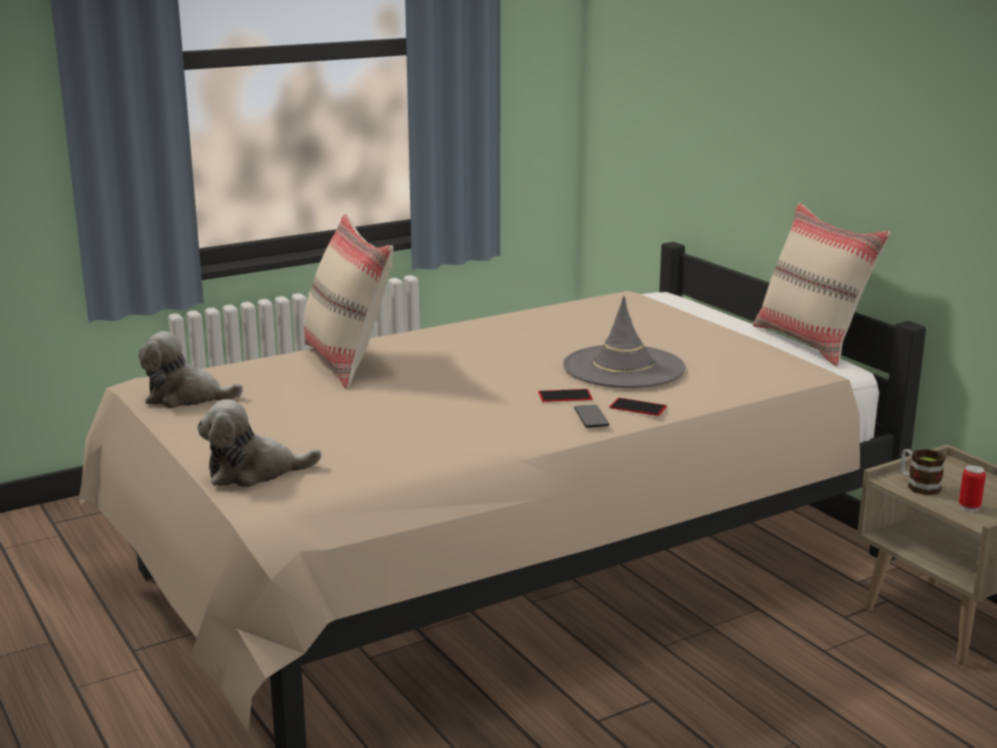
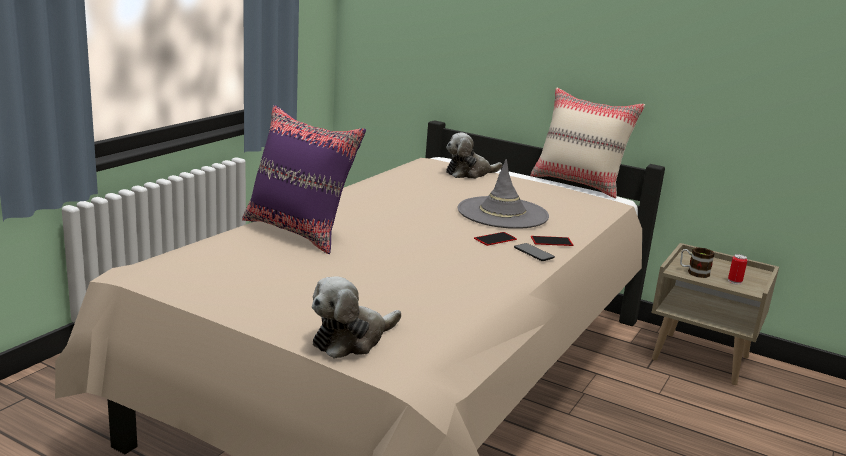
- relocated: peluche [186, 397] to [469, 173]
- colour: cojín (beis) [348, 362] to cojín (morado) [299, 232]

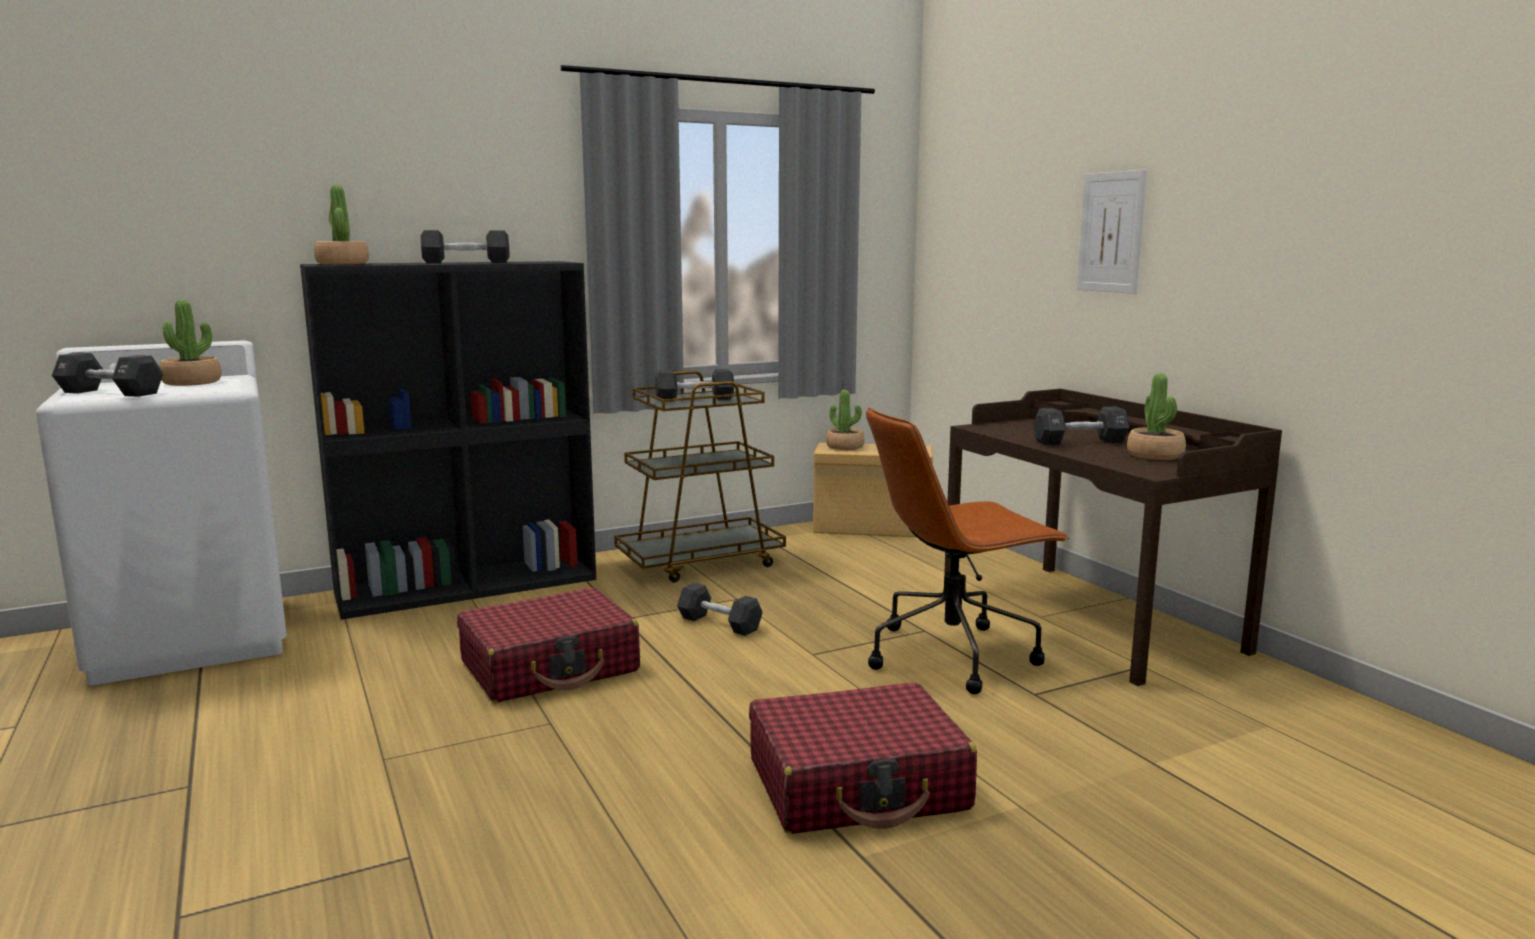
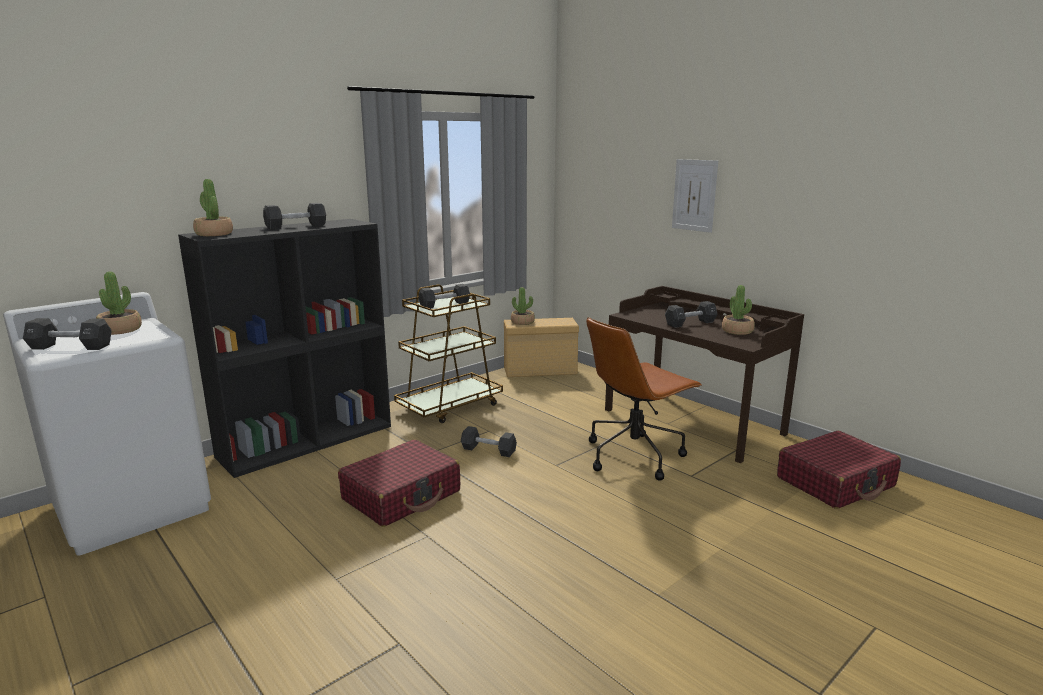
- relocated: maleta (rojo) [858, 785] to [835, 482]

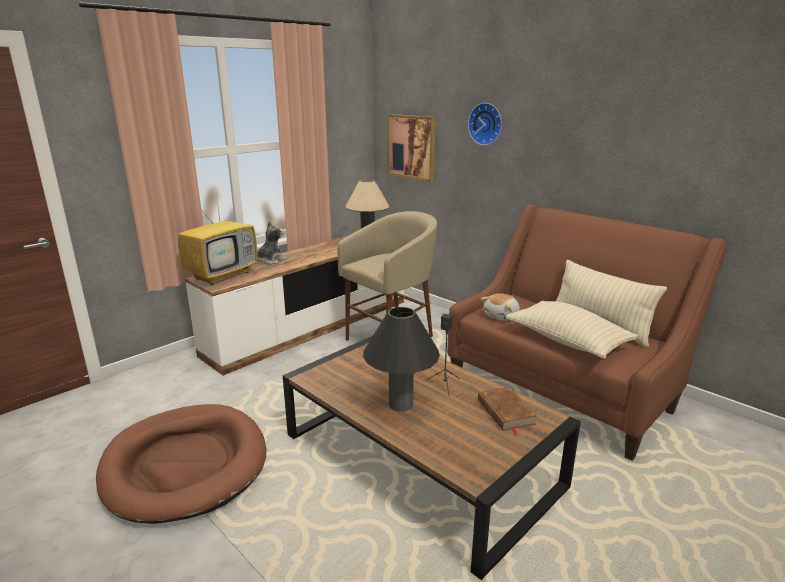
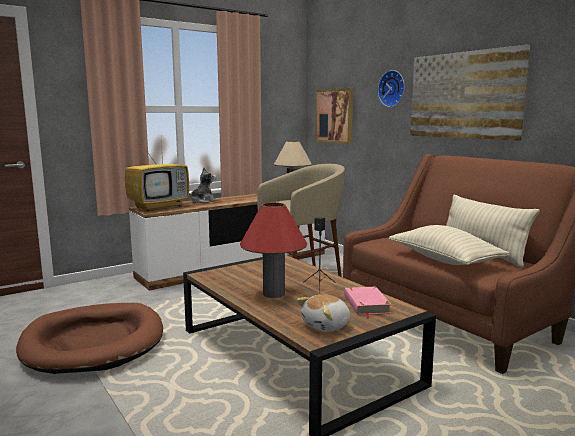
- colour: lámpara de mesa (negro) [401, 404] to lámpara de mesa (rojo) [274, 294]
- colour: libro (marrón) [505, 412] to libro (rosa) [366, 304]
- relocated: peluche [502, 316] to [327, 326]
- appeared: cuadro [464, 95]

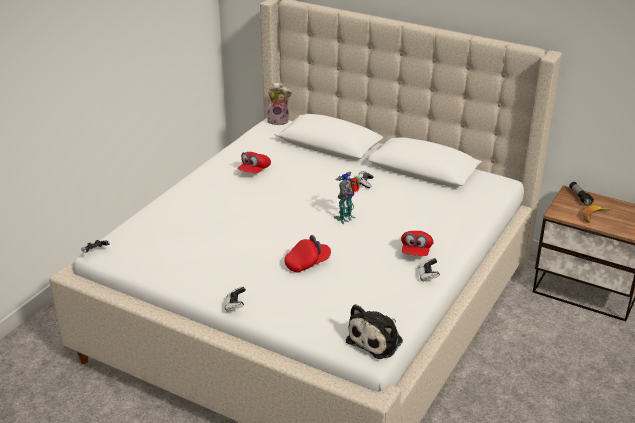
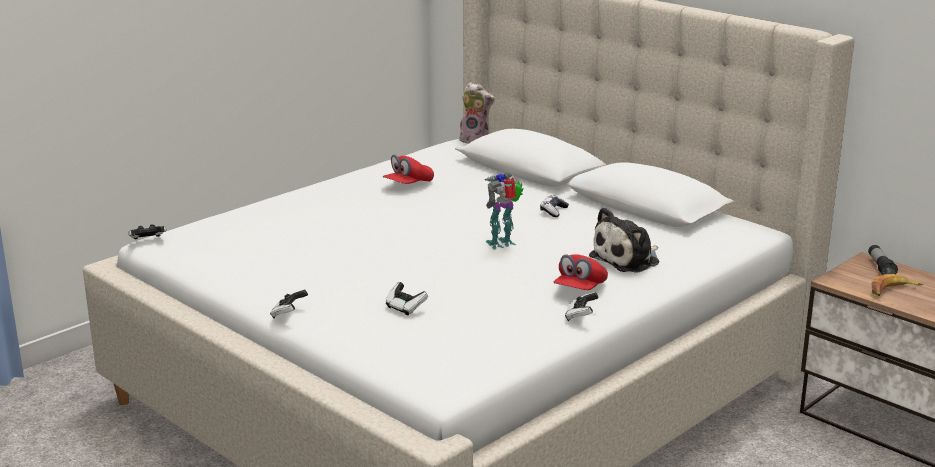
- missing: gorra (rojo) [307, 263]
- relocated: peluche [377, 340] to [628, 259]
- appeared: mando de consola [405, 308]

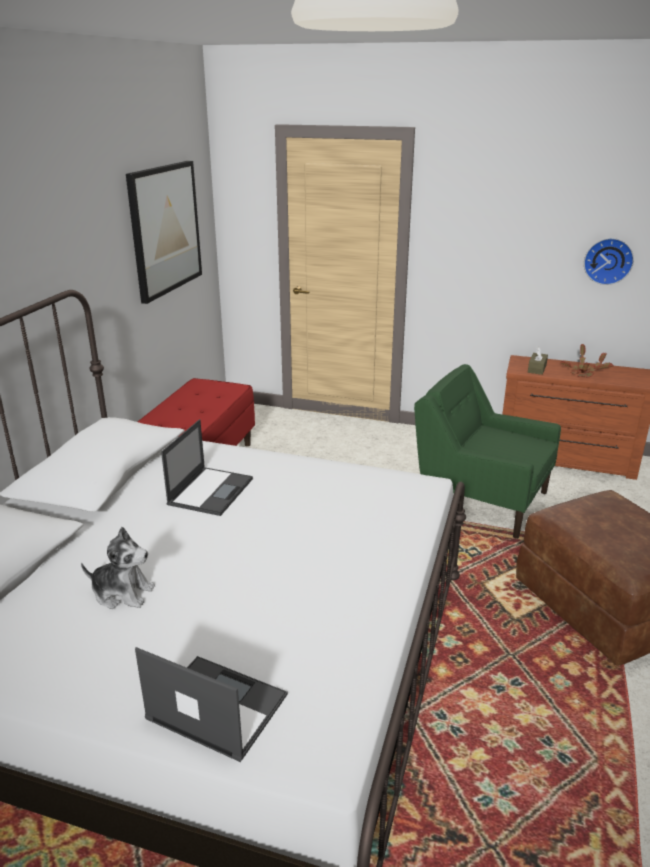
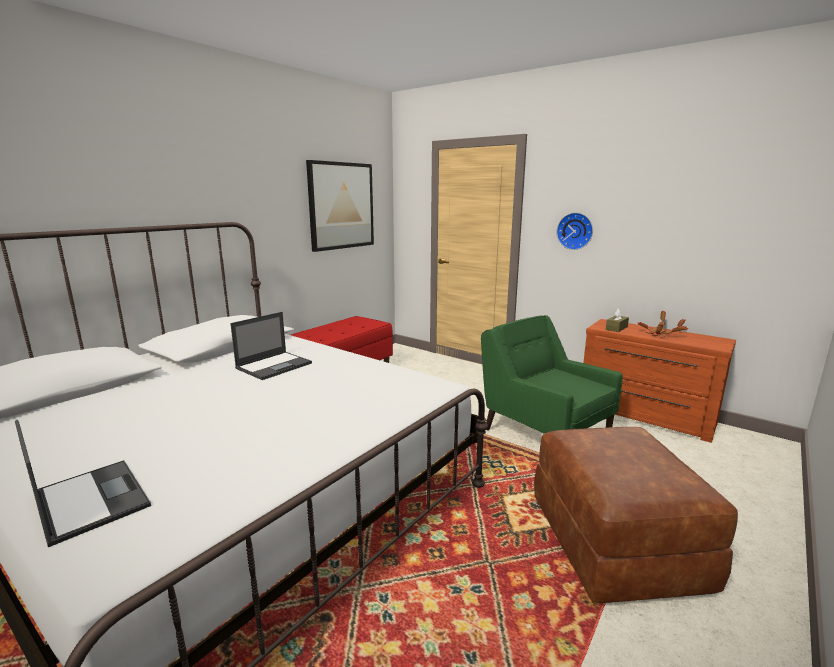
- missing: peluche [122, 593]
- relocated: reloj de pared [608, 260] to [575, 231]

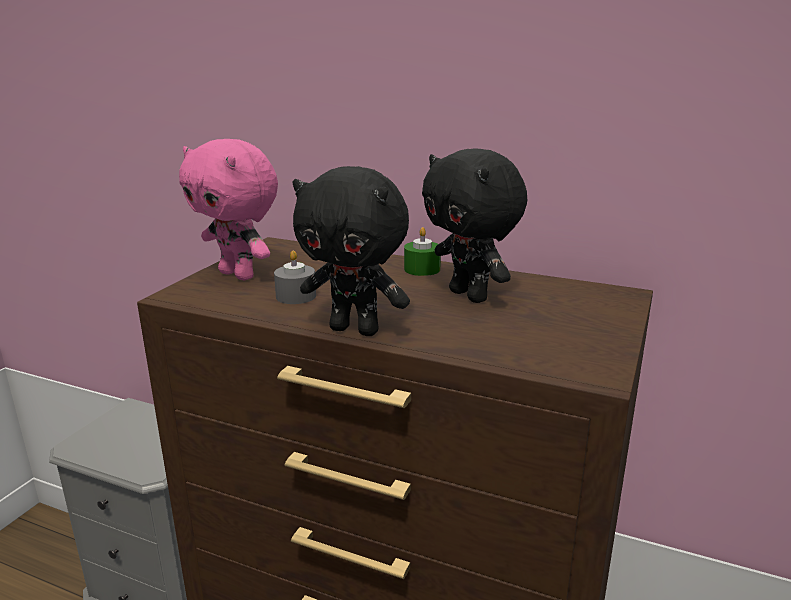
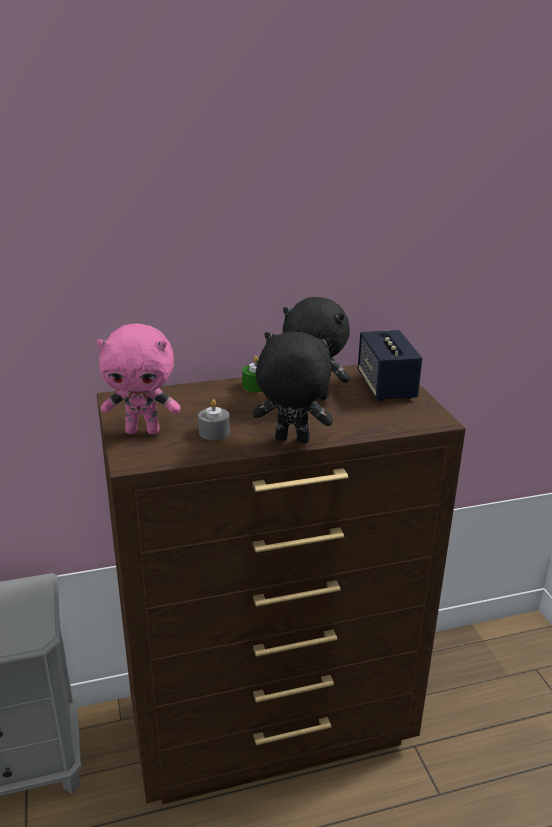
- spun: peluche (negro) [356, 329] = [291, 441] 150 degrees counterclockwise
- appeared: altavoz [386, 387]

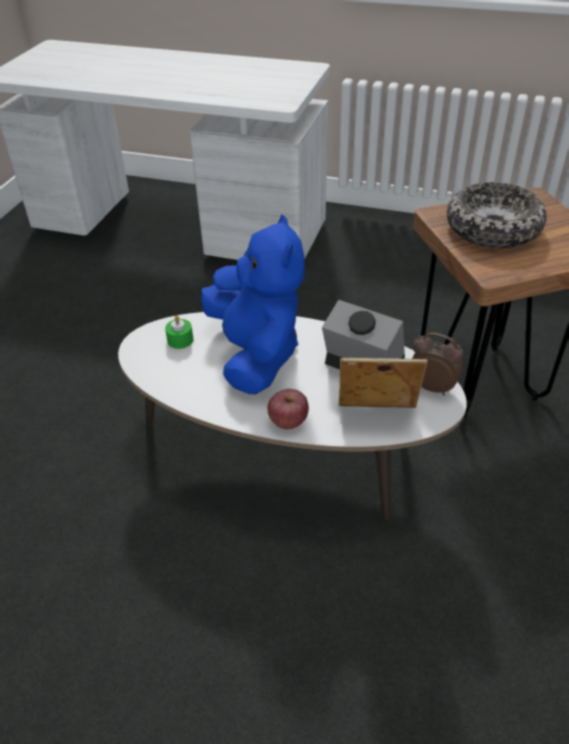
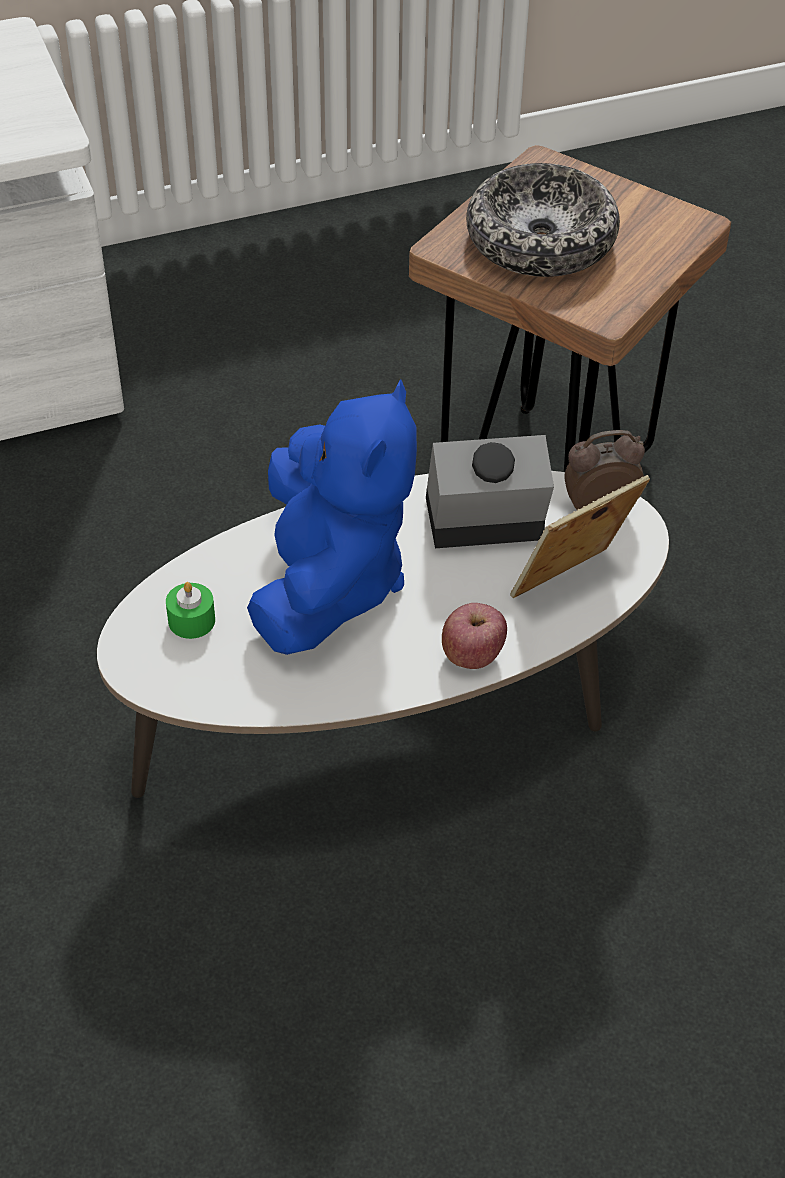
- spun: peluche (azul) [256, 355] = [328, 584] 60 degrees clockwise

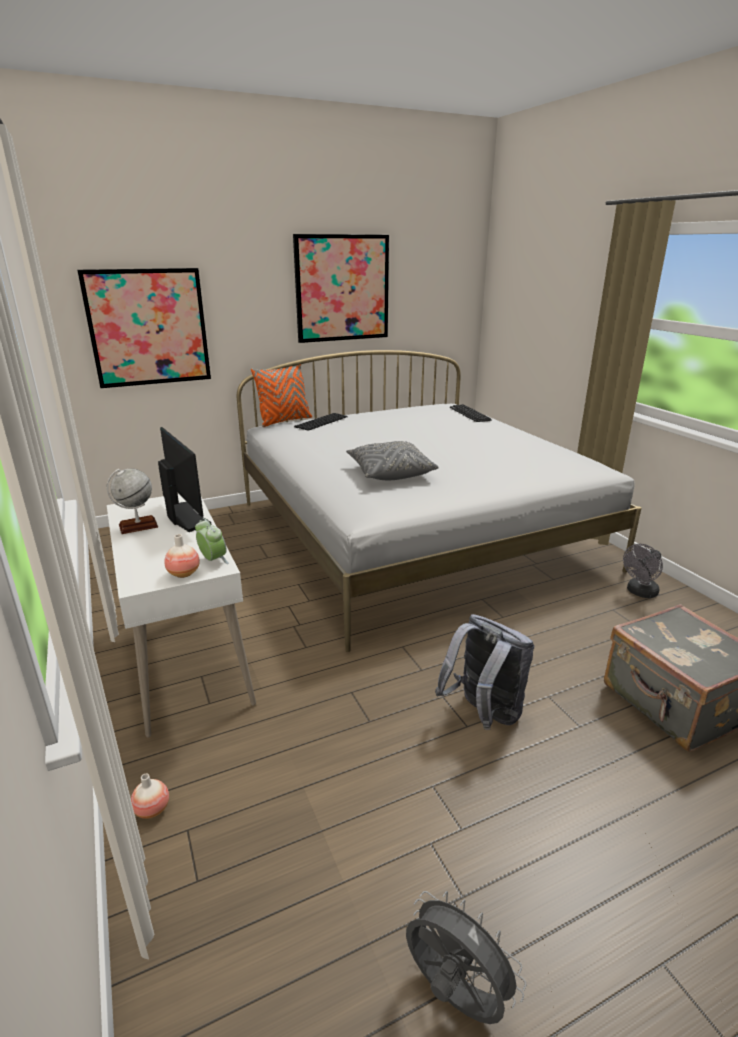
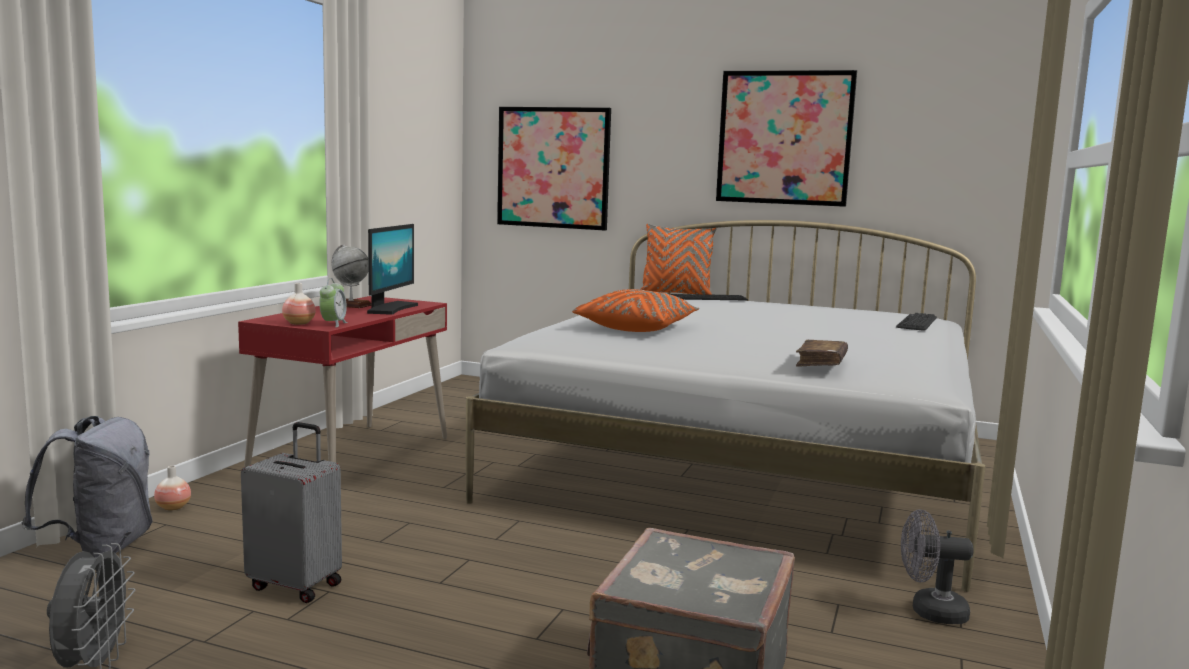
- colour: escritorio (blanco) [185, 659] to escritorio (rojo) [352, 457]
- colour: cojín (gris) [389, 473] to cojín (naranja) [636, 328]
- relocated: mochila (gris) [483, 714] to [100, 550]
- appeared: maleta (gris) [296, 585]
- appeared: libro (marrón) [821, 362]

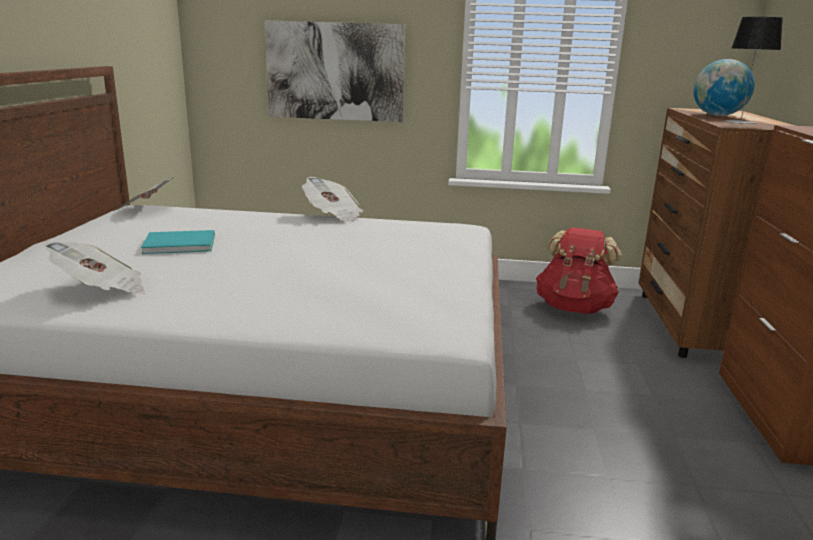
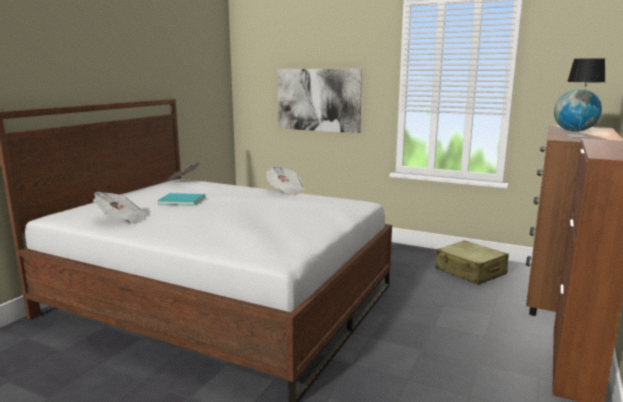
- exchanged: mochila (rojo) [574, 308] to maleta (beis) [470, 272]

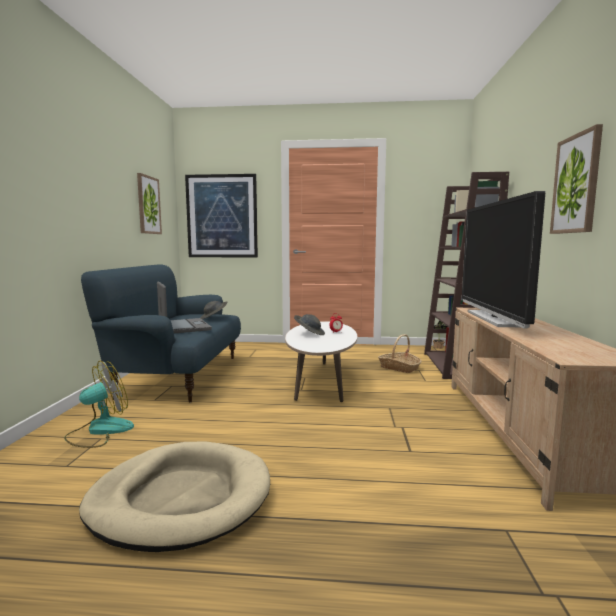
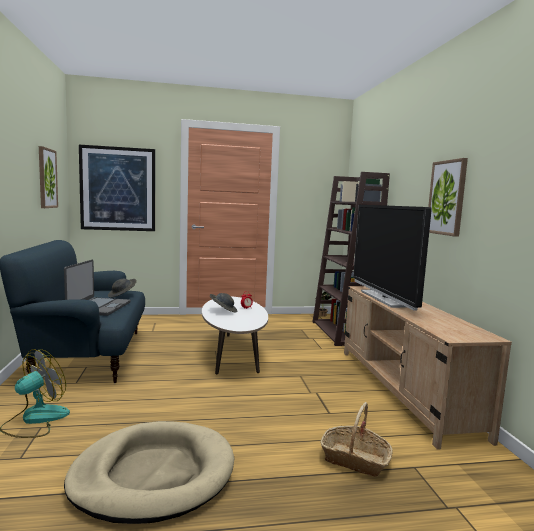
- spun: portátil [183, 327] = [99, 307] 45 degrees clockwise
- relocated: cesta [399, 368] to [355, 459]

